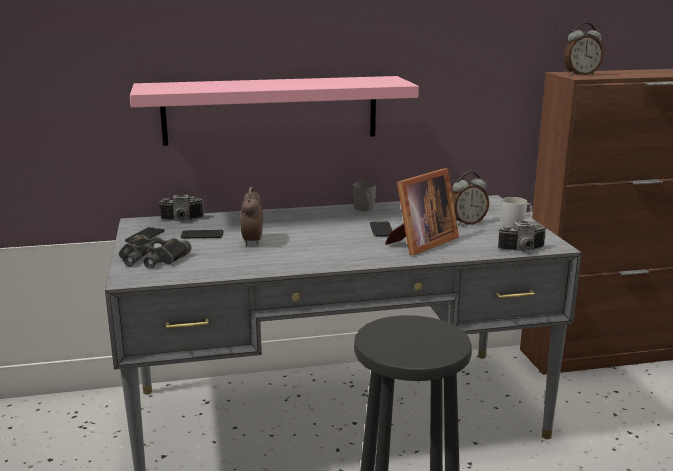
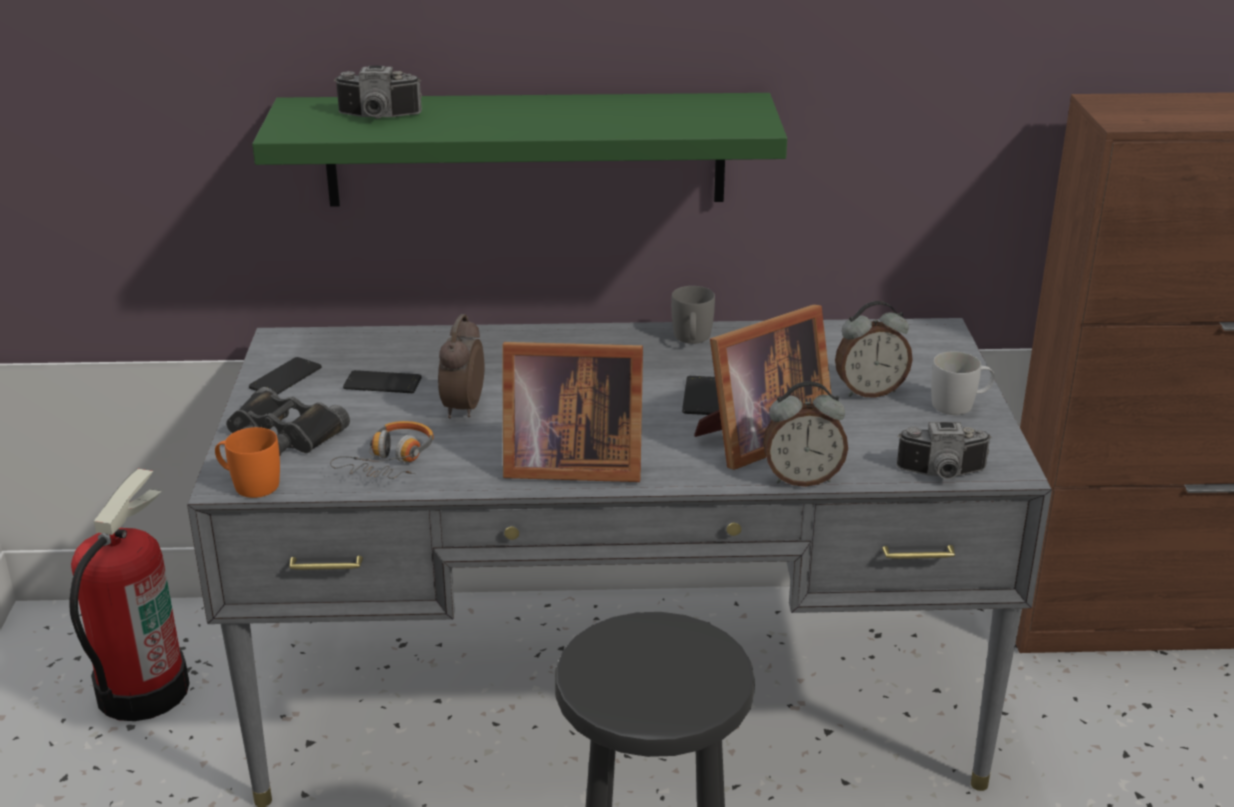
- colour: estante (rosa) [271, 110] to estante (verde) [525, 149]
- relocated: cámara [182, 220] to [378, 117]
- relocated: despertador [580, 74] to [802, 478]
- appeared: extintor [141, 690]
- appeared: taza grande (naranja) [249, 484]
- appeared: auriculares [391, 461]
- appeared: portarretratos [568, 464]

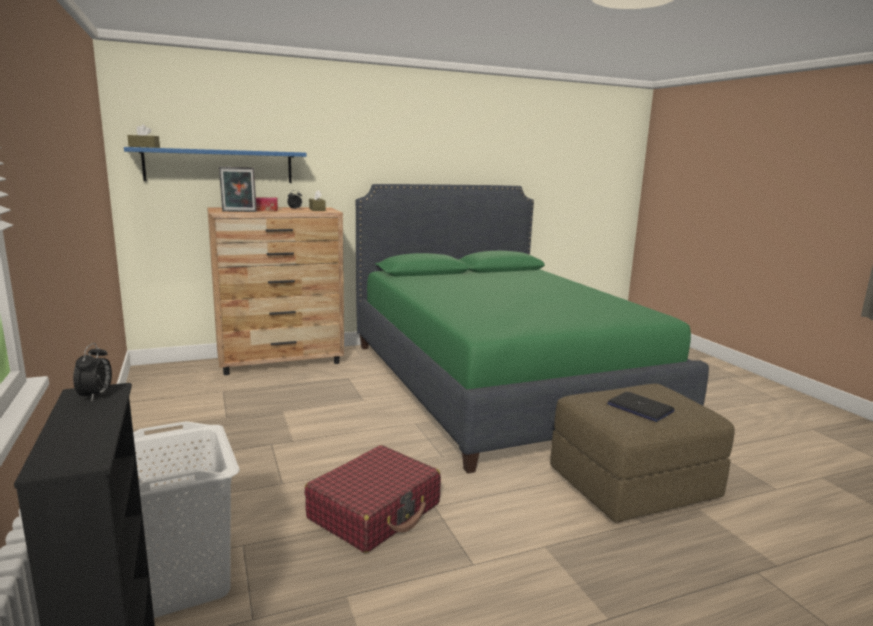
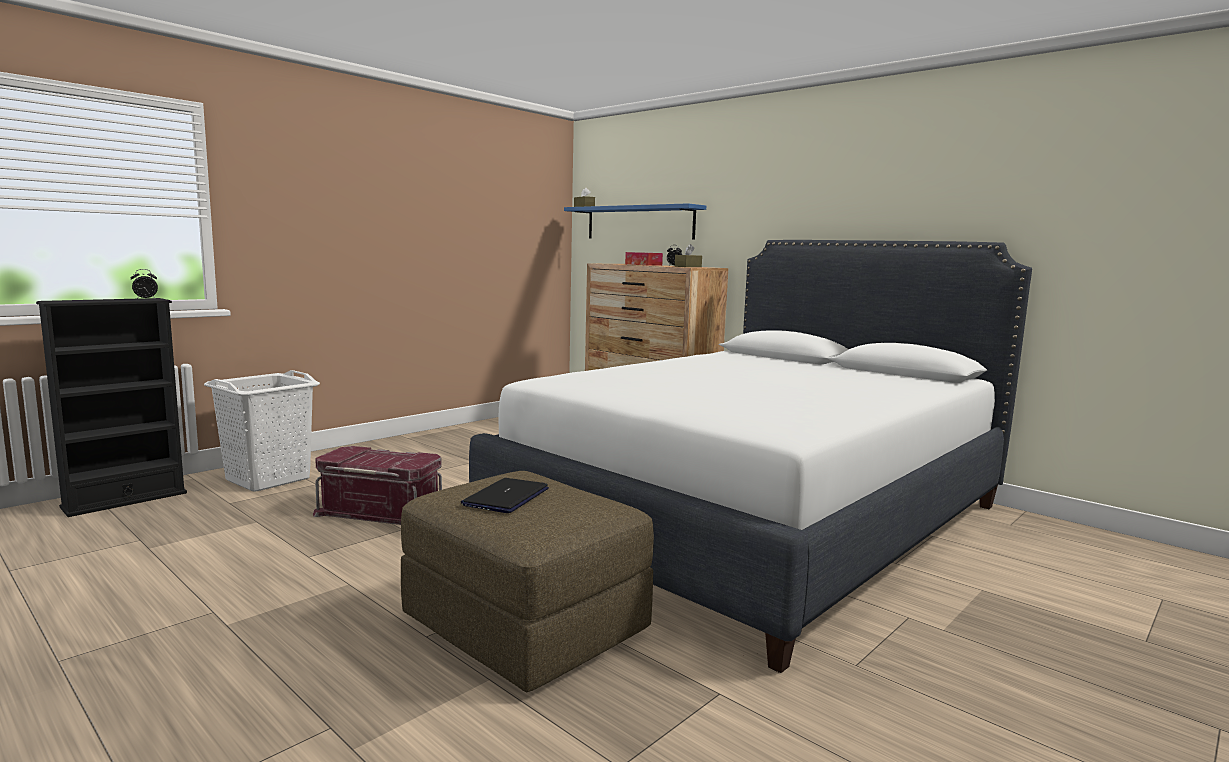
- missing: portarretratos [239, 211]
- exchanged: maleta (rojo) [375, 511] to caja de almacenaje (rojo) [381, 510]
- colour: cama (verde) [500, 382] to cama (blanco) [757, 518]

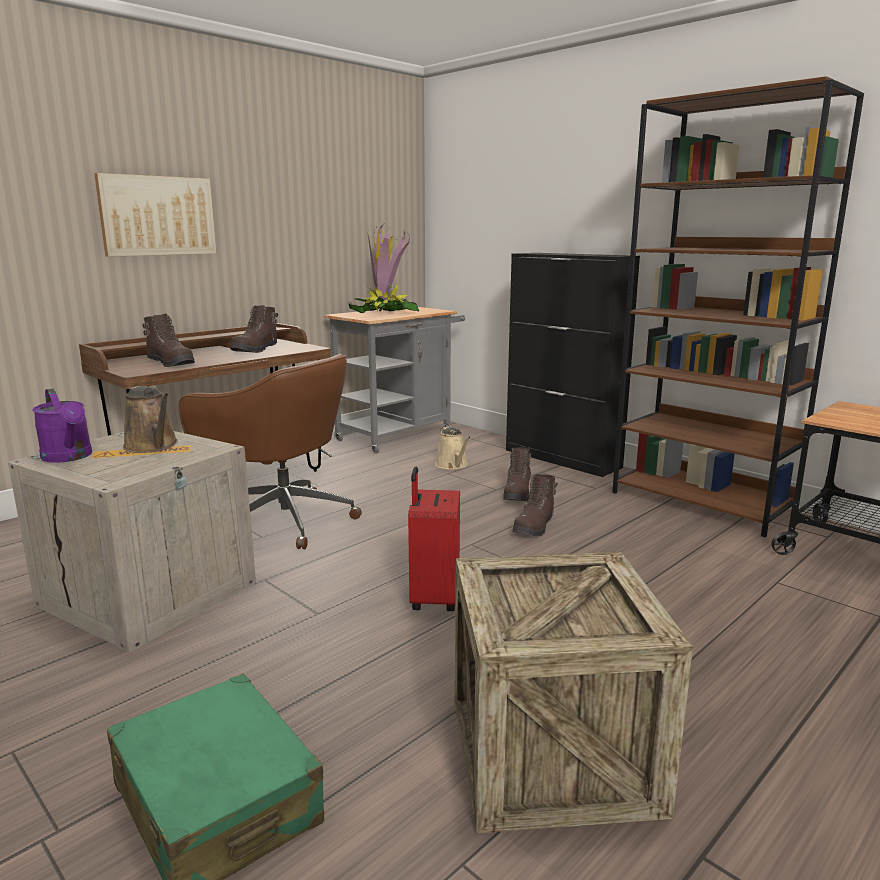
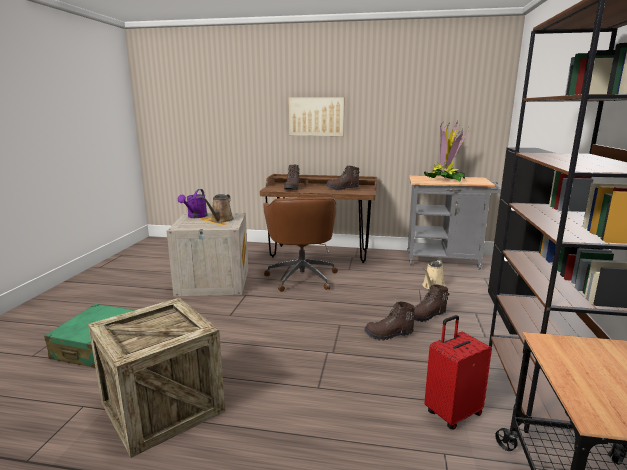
- relocated: maleta (rojo) [433, 598] to [452, 413]

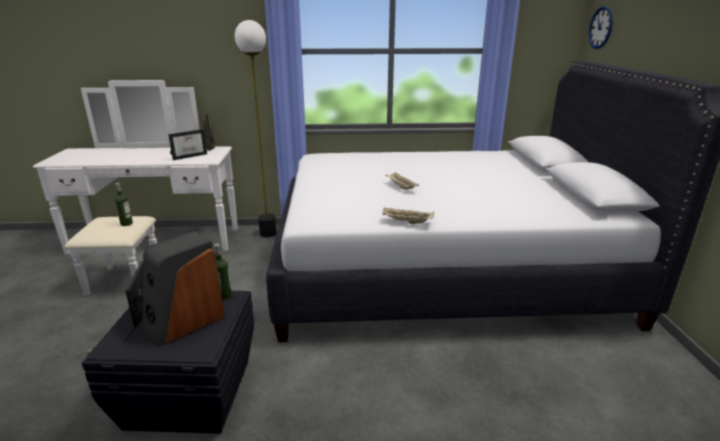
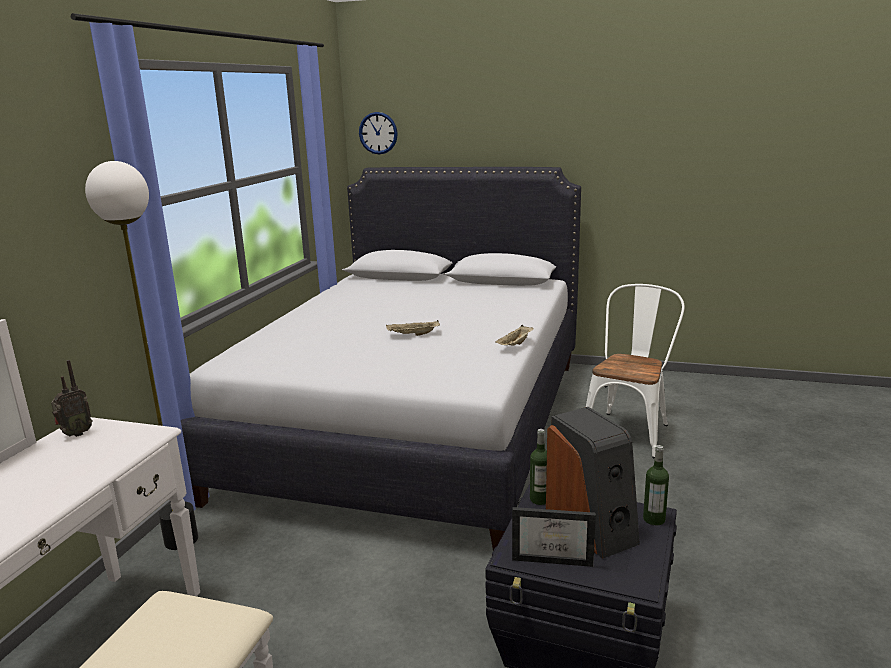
- relocated: botella [126, 223] to [654, 519]
- missing: portarretratos [189, 156]
- appeared: silla (blanco) [629, 430]

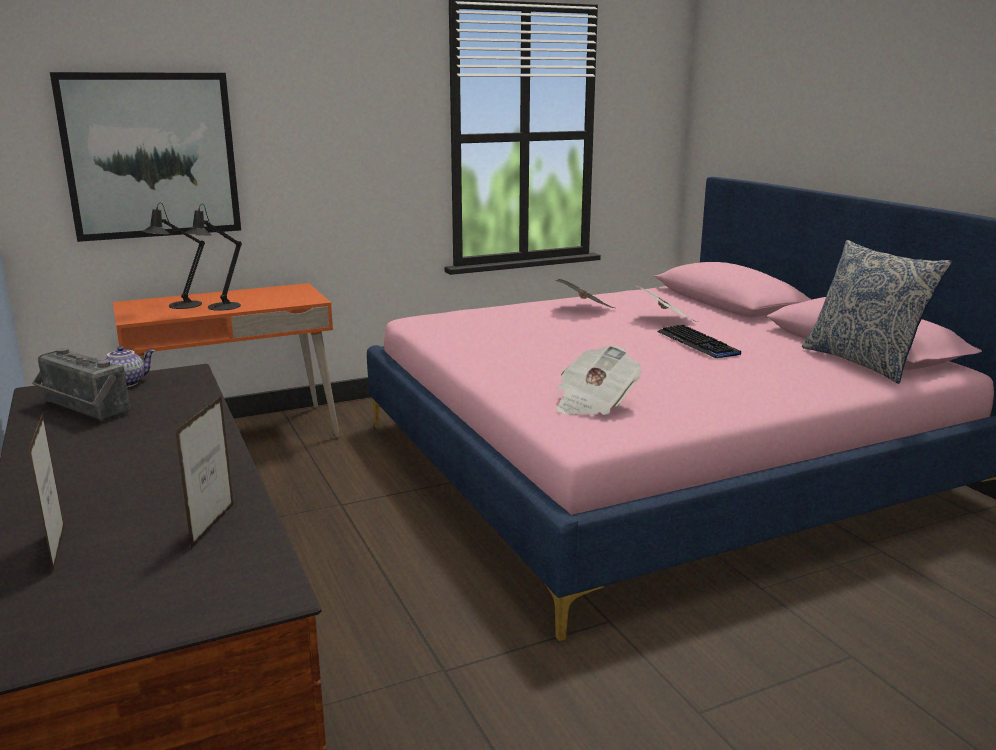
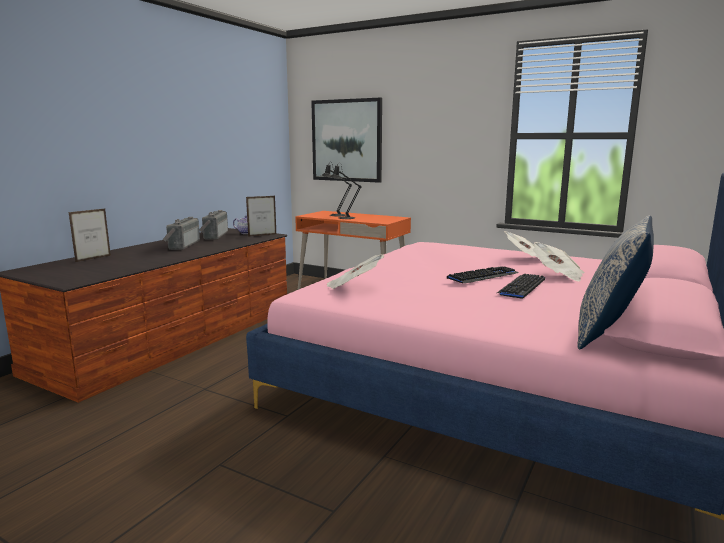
- relocated: portarretratos [213, 525] to [262, 235]
- appeared: radio [182, 245]
- appeared: teclado [483, 276]

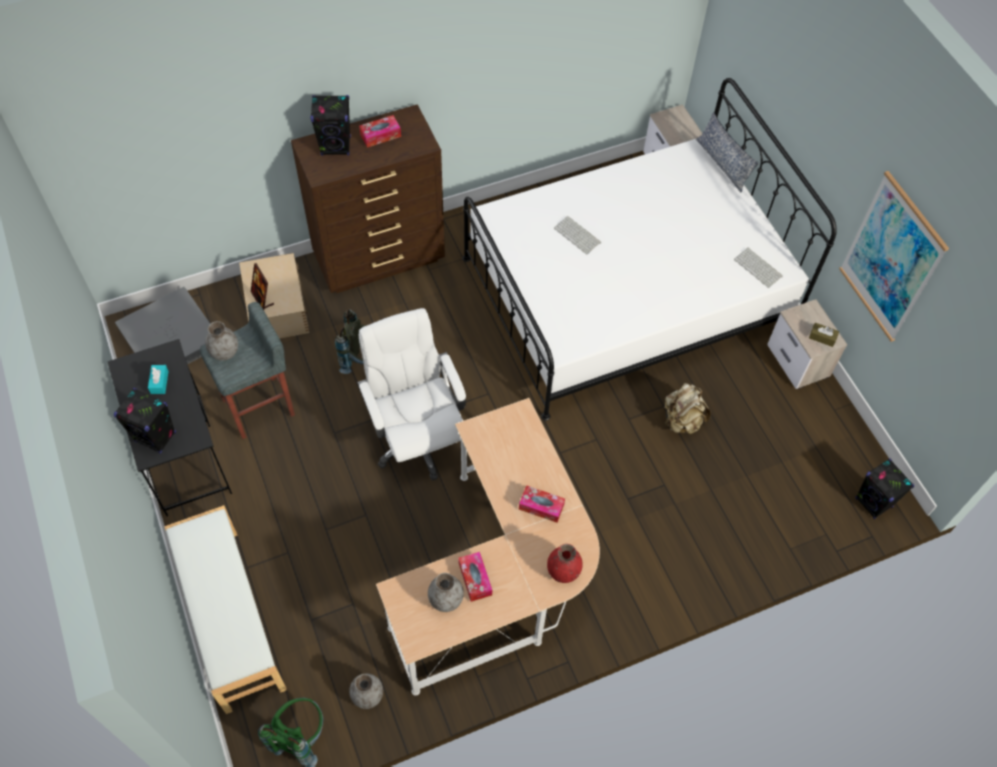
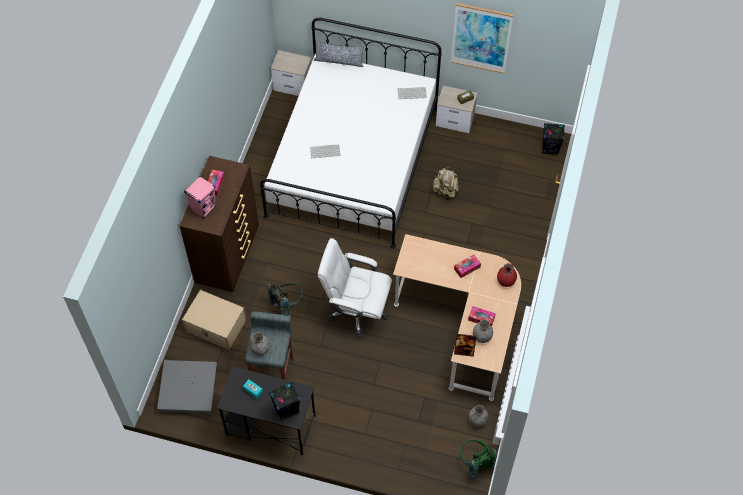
- missing: banco (blanco) [230, 619]
- relocated: portarretratos [262, 298] to [464, 351]
- colour: altavoz (negro) [336, 146] to altavoz (rosa) [203, 208]

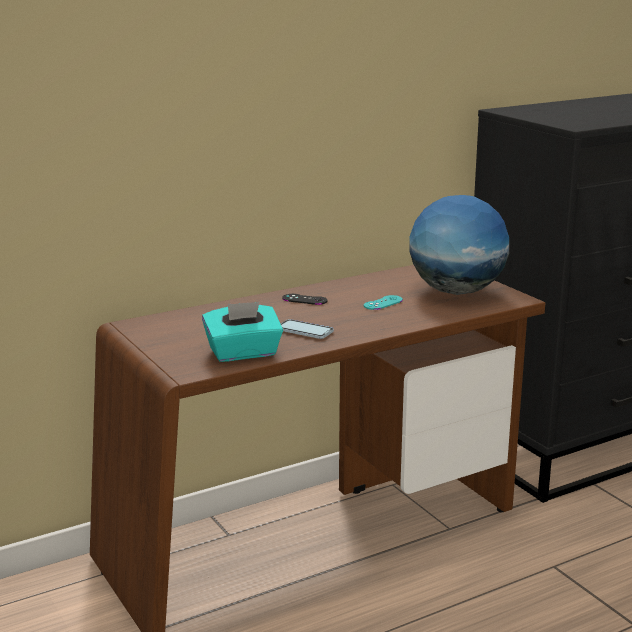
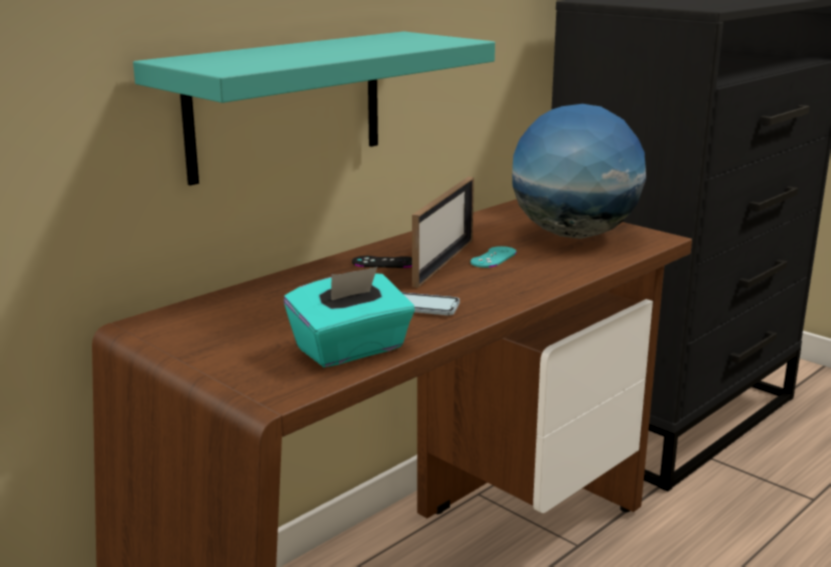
- appeared: estante (turquesa) [286, 105]
- appeared: portarretratos [444, 262]

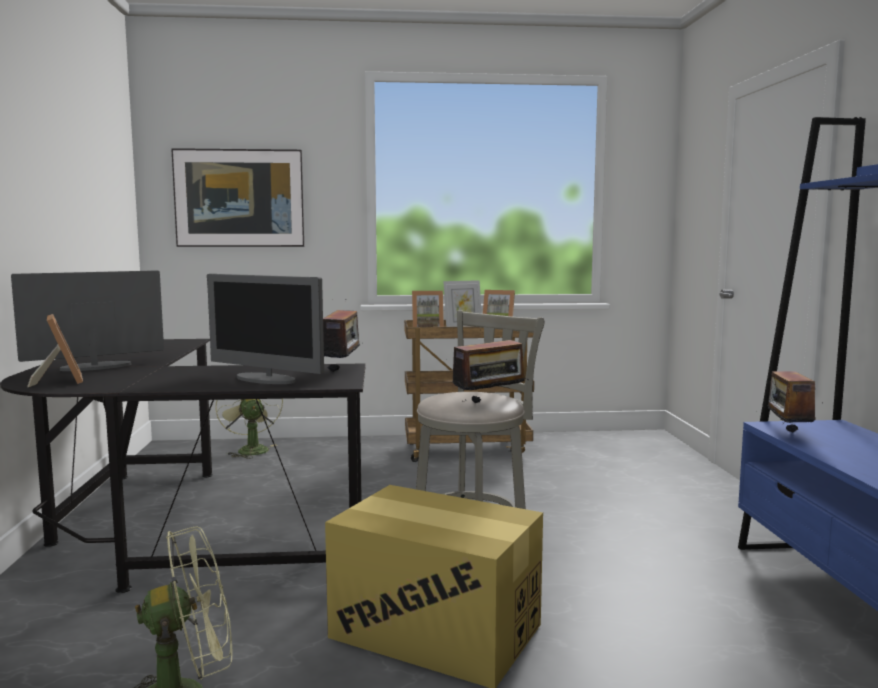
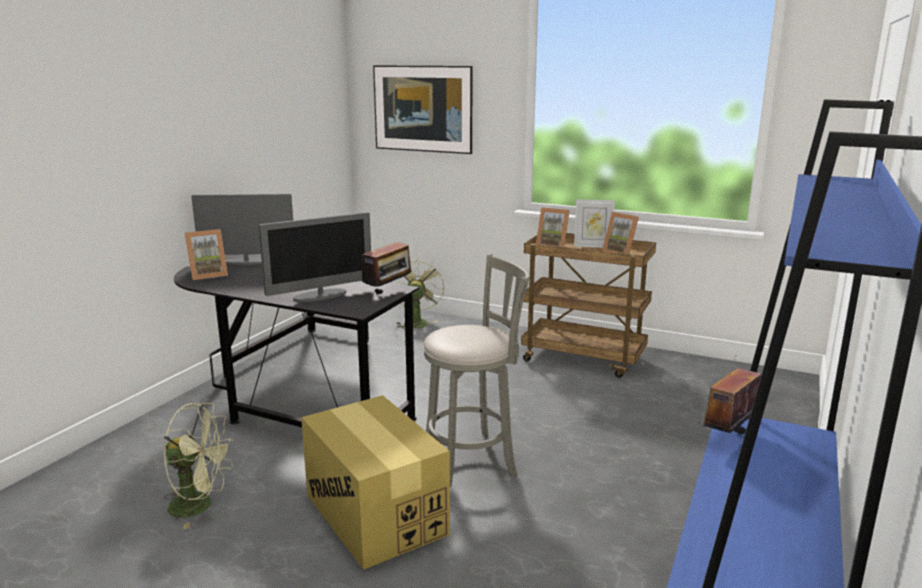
- spun: portarretratos [59, 381] = [208, 275] 60 degrees clockwise
- spun: monitor [266, 379] = [320, 296] 90 degrees counterclockwise
- missing: radio [490, 403]

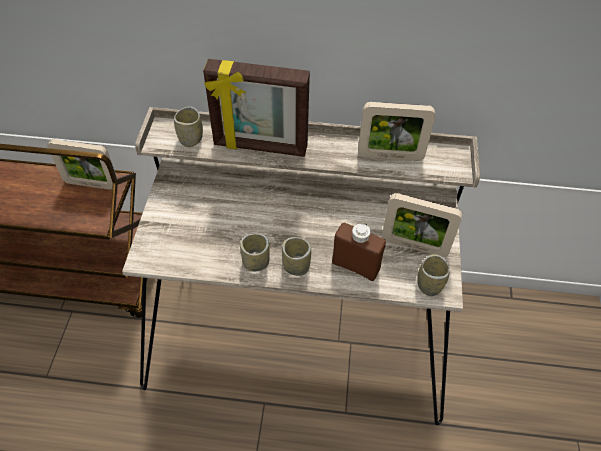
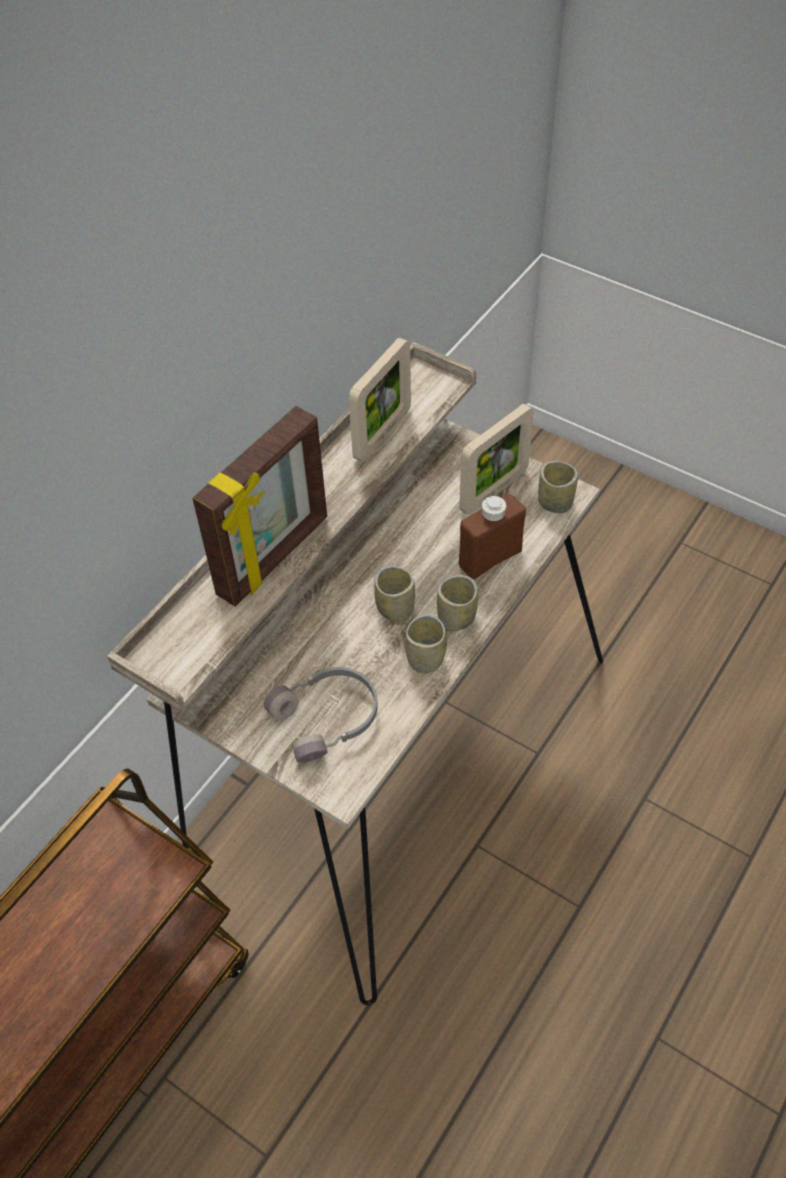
- missing: portarretratos [91, 184]
- relocated: taza [191, 139] to [395, 609]
- appeared: auriculares (gris) [328, 718]

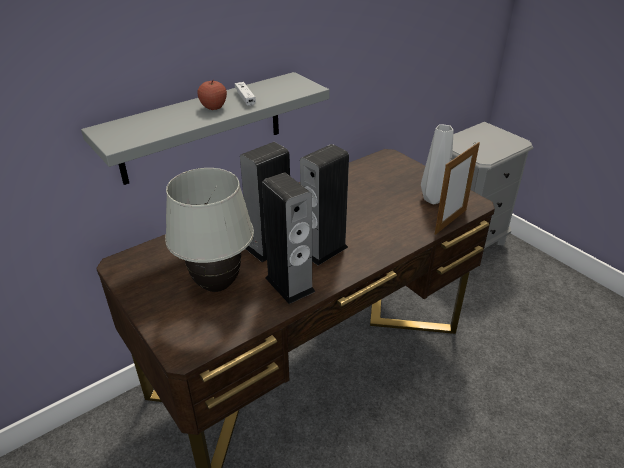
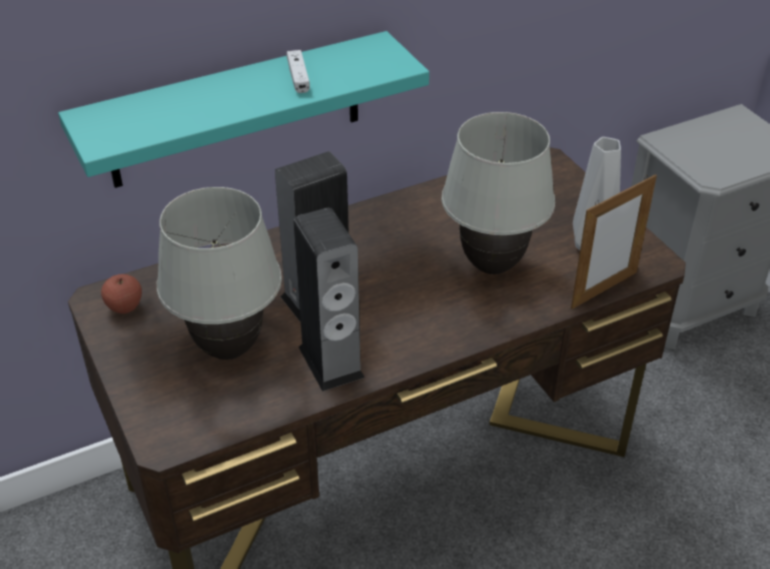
- colour: estante (gris) [202, 128] to estante (turquesa) [236, 111]
- relocated: manzana [213, 107] to [124, 307]
- missing: altavoz [323, 249]
- appeared: lámpara de mesa (blanco) [492, 266]

